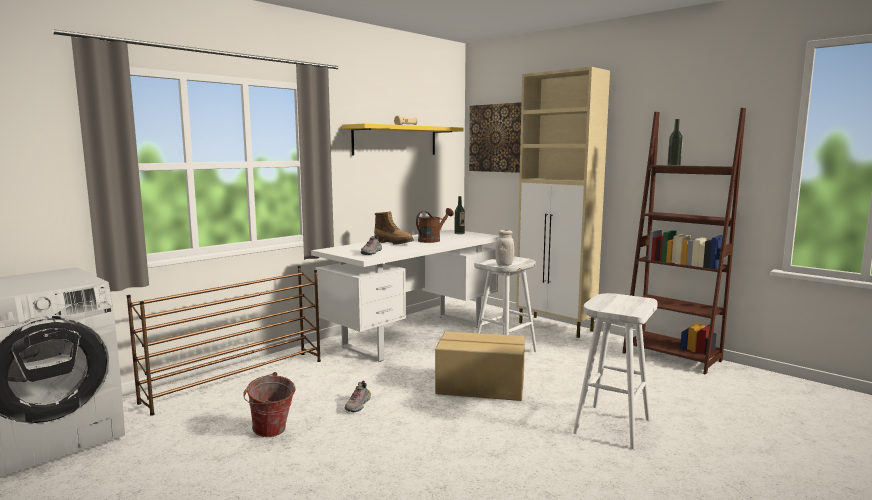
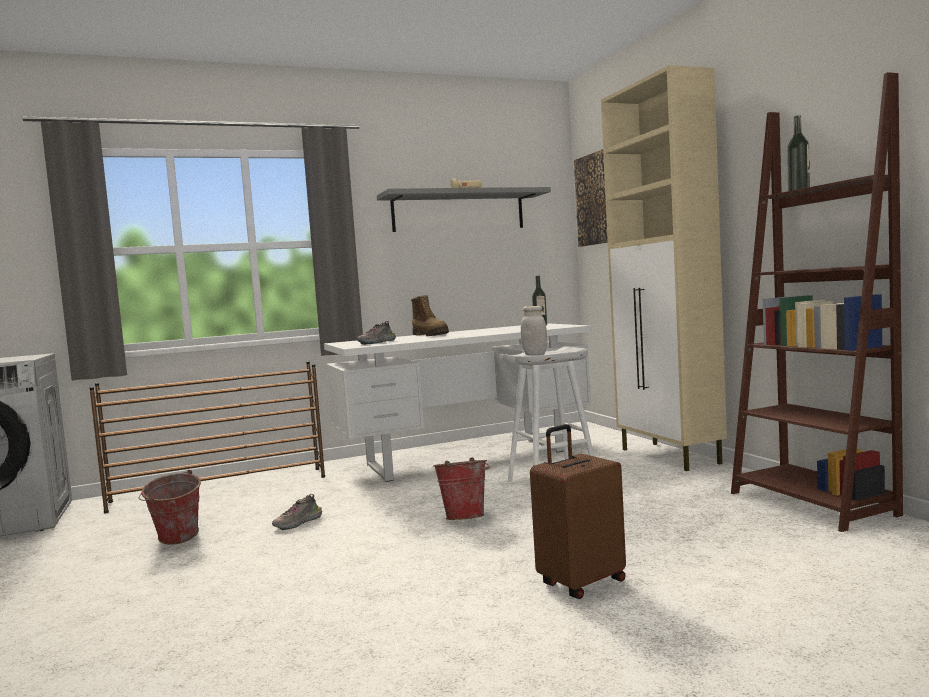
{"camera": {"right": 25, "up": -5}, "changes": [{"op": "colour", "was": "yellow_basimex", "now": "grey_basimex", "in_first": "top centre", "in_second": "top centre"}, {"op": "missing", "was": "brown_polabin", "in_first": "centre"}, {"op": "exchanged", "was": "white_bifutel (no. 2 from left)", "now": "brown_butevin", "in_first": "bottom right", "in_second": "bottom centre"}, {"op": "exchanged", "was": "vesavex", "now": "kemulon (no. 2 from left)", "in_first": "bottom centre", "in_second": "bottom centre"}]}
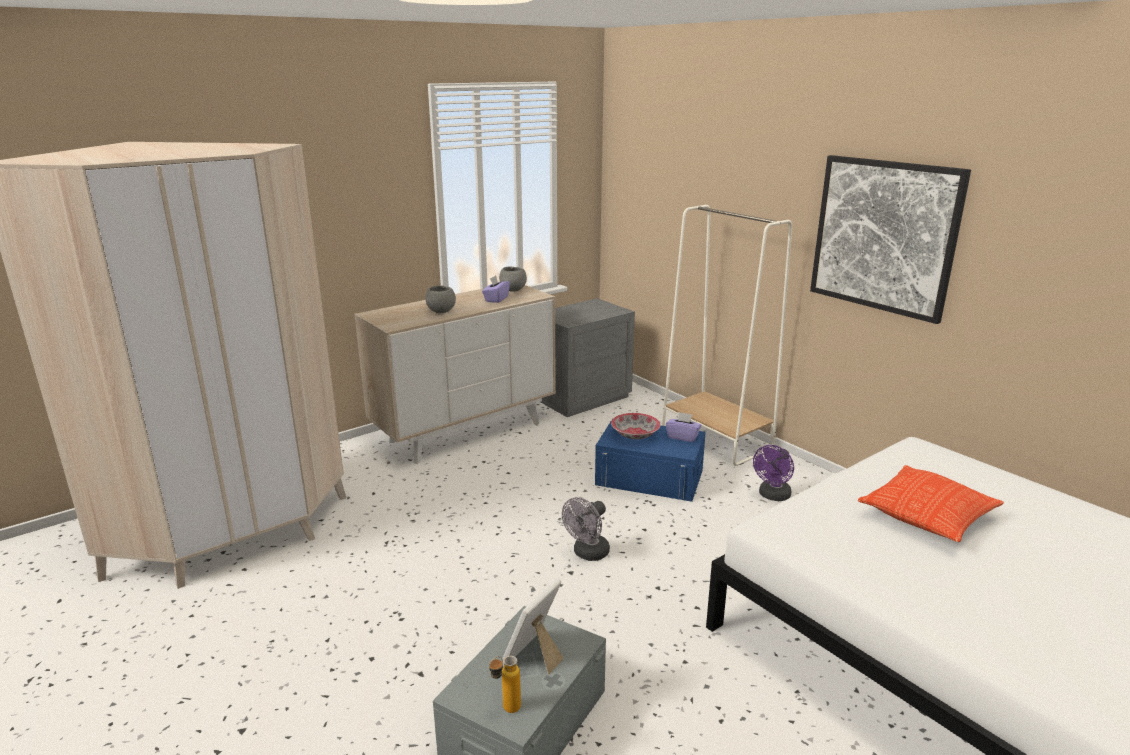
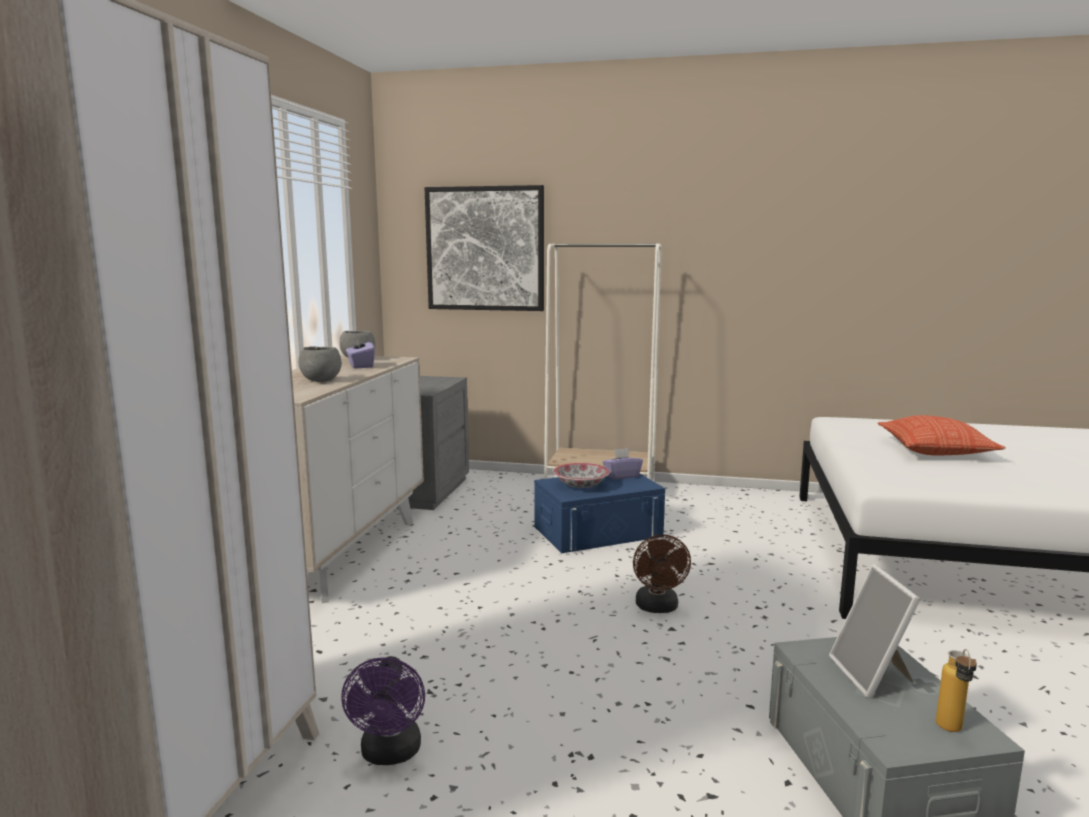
{"camera": {"right": -40, "up": -10}, "changes": [{"op": "relocated", "was": "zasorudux", "in_first": "top right", "in_second": "top centre"}, {"op": "relocated", "was": "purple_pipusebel", "in_first": "middle right", "in_second": "bottom centre"}, {"op": "colour", "was": "grey_pipusebel", "now": "brown_pipusebel", "in_first": "bottom centre", "in_second": "bottom centre"}]}
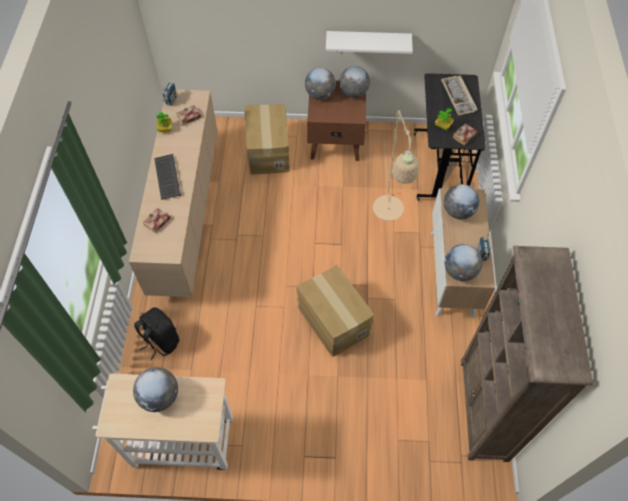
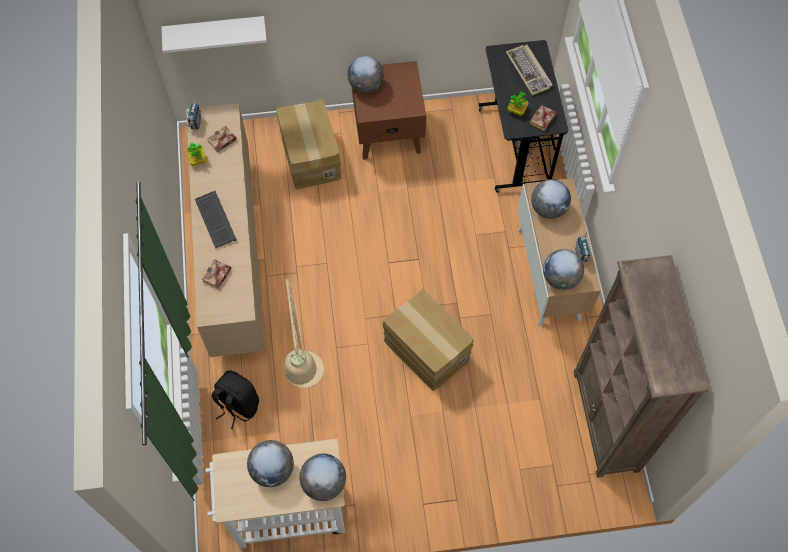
{"camera": {"right": -10, "up": 5}, "changes": [{"op": "relocated", "was": "white_basimex", "in_first": "top centre", "in_second": "top left"}, {"op": "relocated", "was": "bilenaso (no. 3 from left in the first image)", "now": "bilenaso (no. 2 from left)", "in_first": "top centre", "in_second": "bottom centre"}, {"op": "relocated", "was": "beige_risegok", "in_first": "top centre", "in_second": "centre"}]}
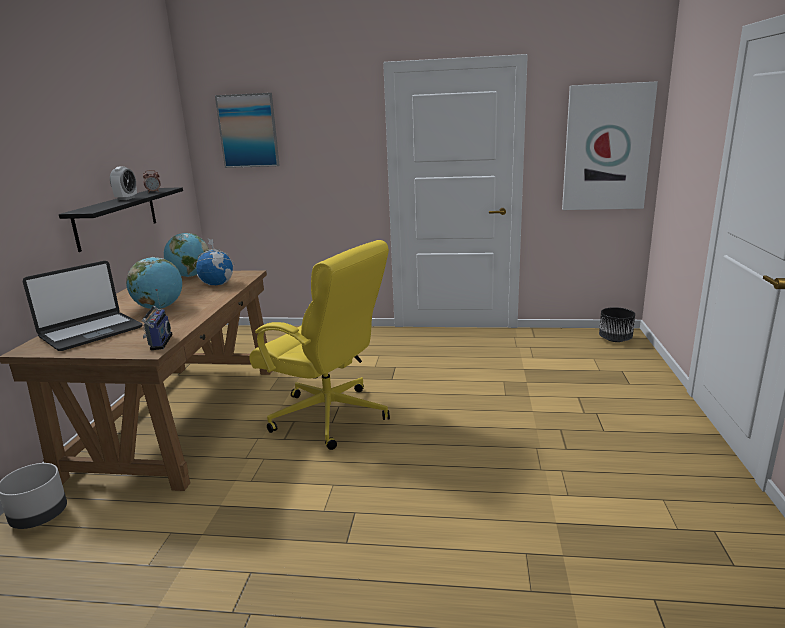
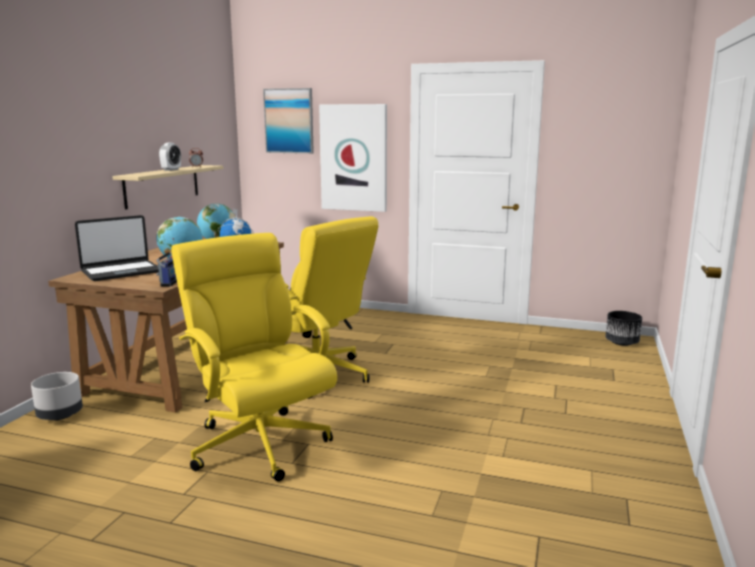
{"camera": {"right": 10, "up": -5}, "changes": [{"op": "relocated", "was": "zasorudux (no. 2 from left)", "in_first": "top right", "in_second": "top centre"}, {"op": "colour", "was": "black_basimex", "now": "beige_basimex", "in_first": "middle left", "in_second": "top left"}, {"op": "appeared", "now": "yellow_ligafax (no. 1 from left)", "in_second": "centre"}]}
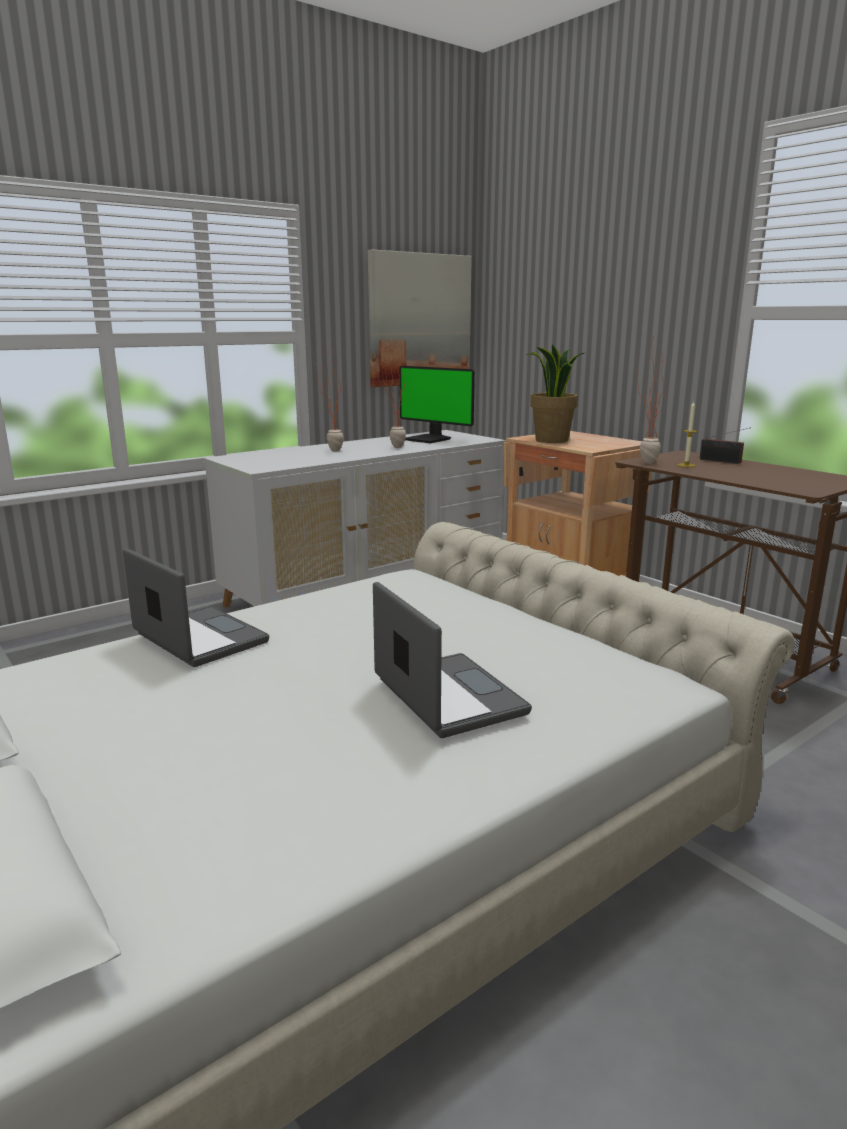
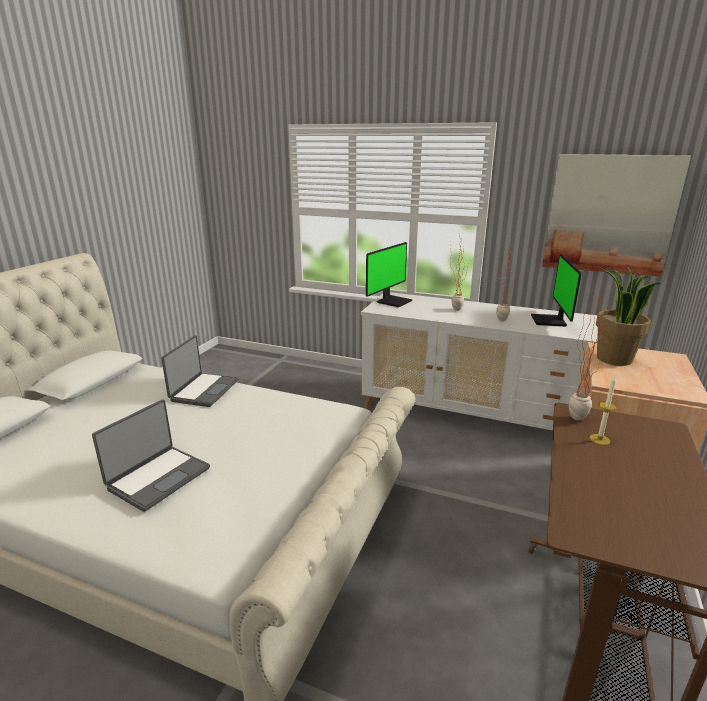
{"camera": {"right": 60, "up": 5}, "changes": [{"op": "missing", "was": "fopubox", "in_first": "middle right"}, {"op": "appeared", "now": "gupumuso (no. 1 from left)", "in_second": "centre"}]}
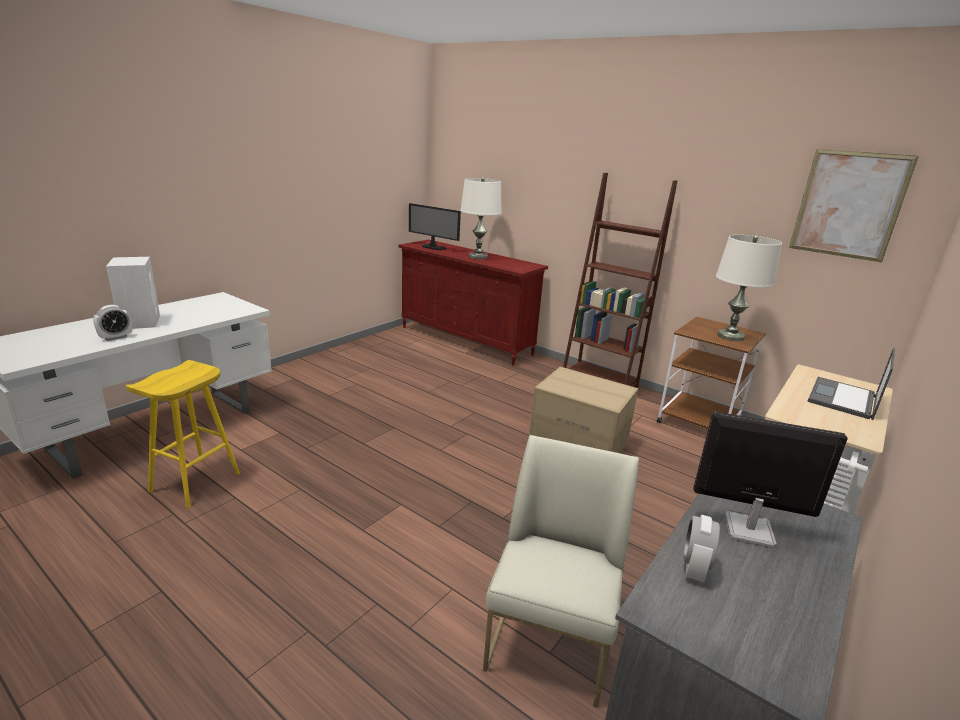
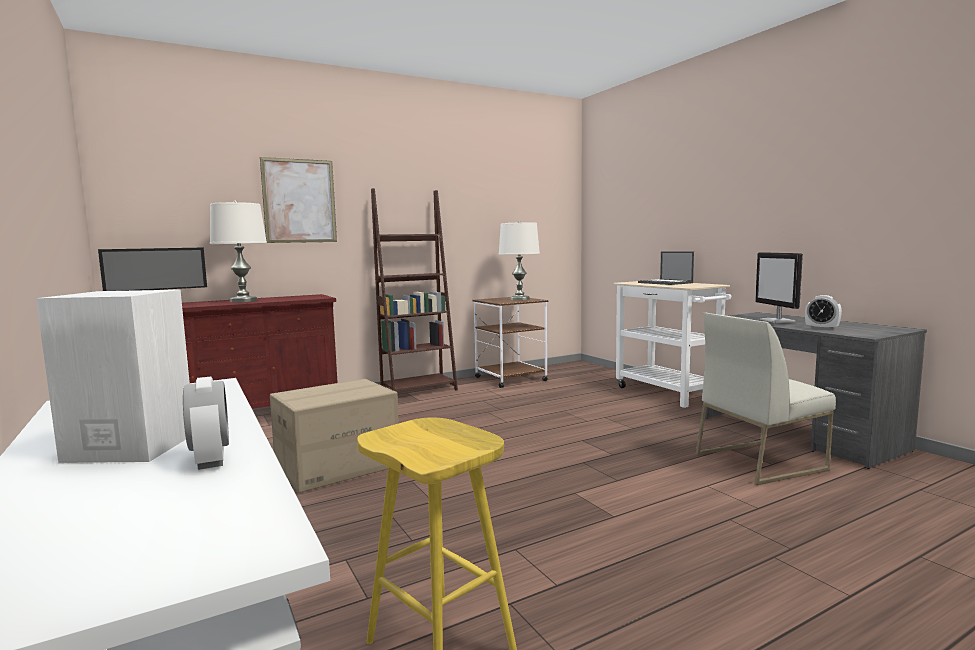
{"camera": {"right": -65, "up": -15}, "changes": [{"op": "relocated", "was": "zasorudux", "in_first": "top right", "in_second": "top left"}, {"op": "relocated", "was": "vesavex", "in_first": "centre", "in_second": "bottom centre"}, {"op": "spun", "was": "gupumuso (no. 2 from left)", "in_first": "bottom right", "in_second": "middle right", "clockwise": -45}, {"op": "spun", "was": "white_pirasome", "in_first": "bottom centre", "in_second": "middle right", "clockwise": -60}]}
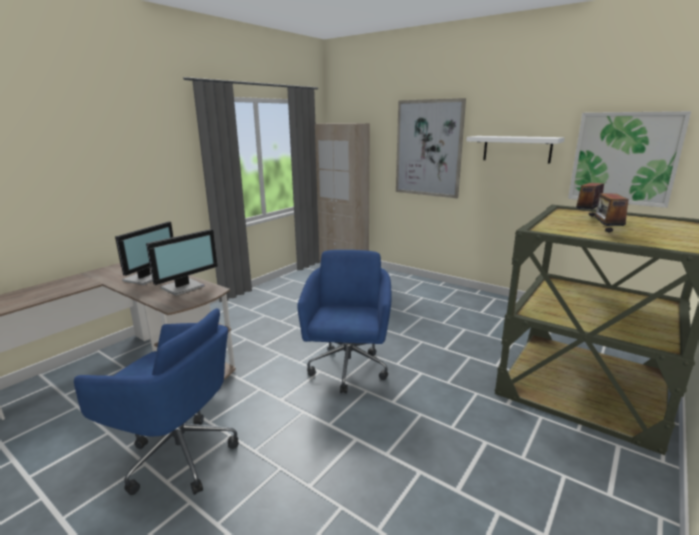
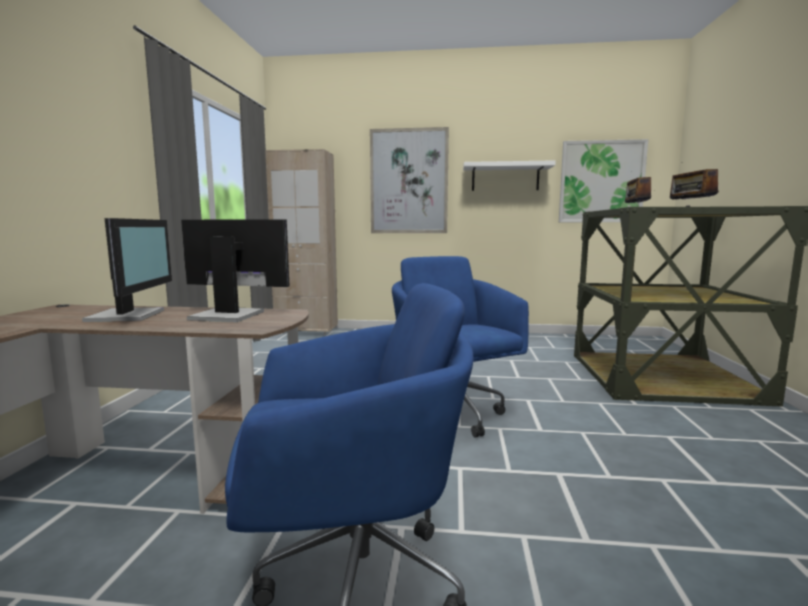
{"camera": {"right": -30, "up": -10}, "changes": [{"op": "spun", "was": "gupumuso (no. 2 from left)", "in_first": "middle left", "in_second": "middle left", "clockwise": -90}]}
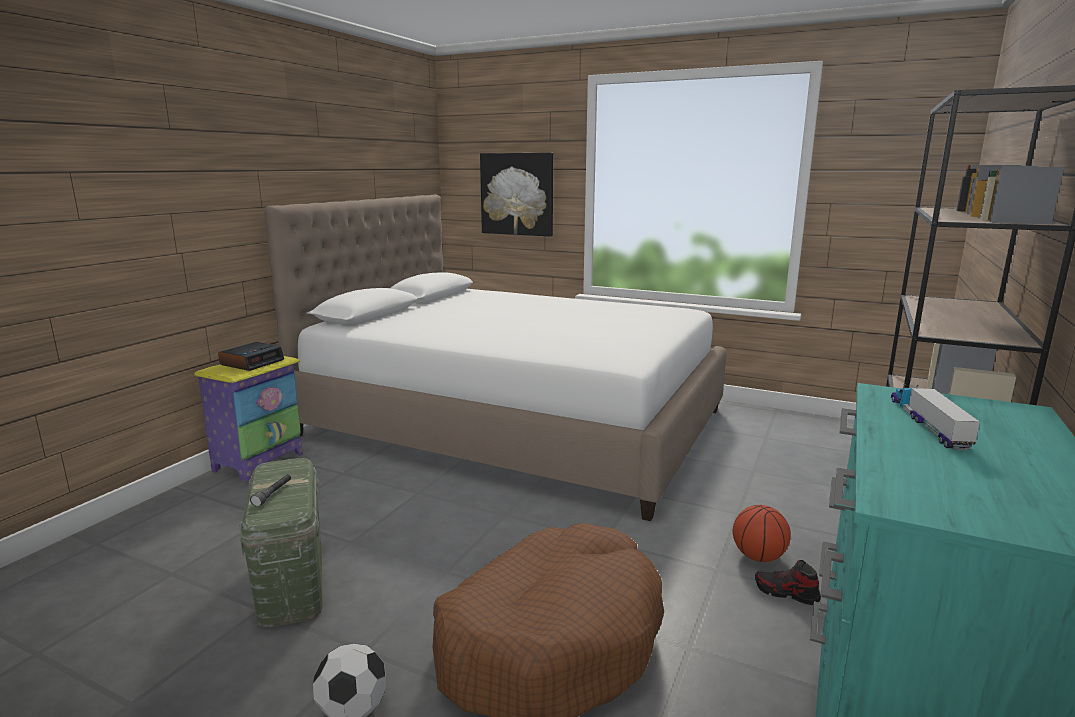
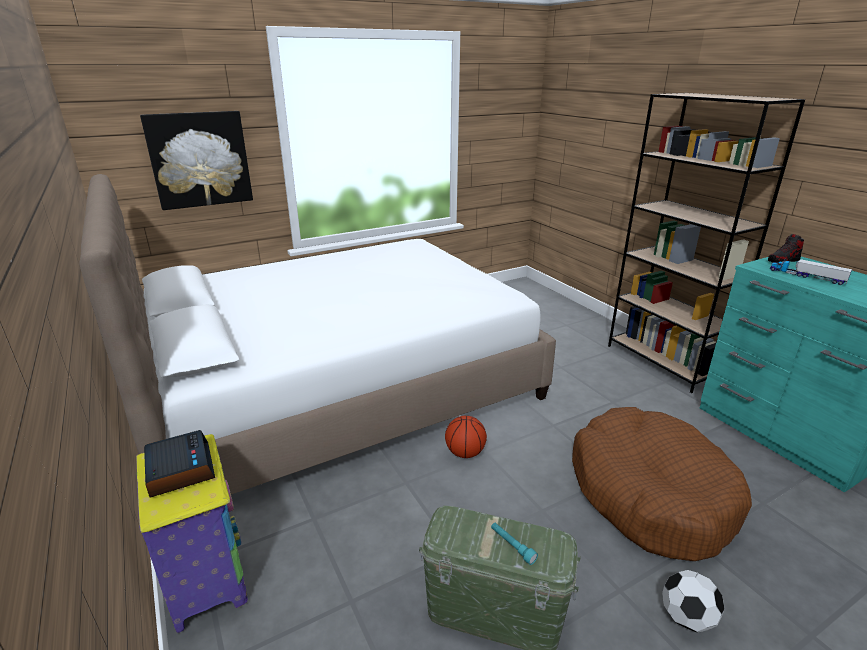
{"camera": {"right": -55, "up": 10}, "changes": [{"op": "colour", "was": "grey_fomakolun", "now": "turquoise_fomakolun", "in_first": "bottom left", "in_second": "bottom centre"}, {"op": "relocated", "was": "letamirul", "in_first": "bottom right", "in_second": "bottom centre"}, {"op": "relocated", "was": "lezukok", "in_first": "bottom right", "in_second": "middle right"}]}
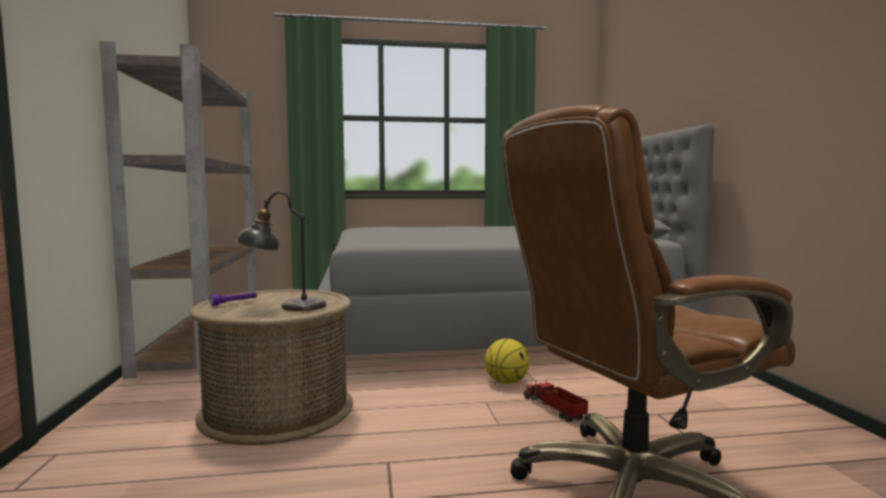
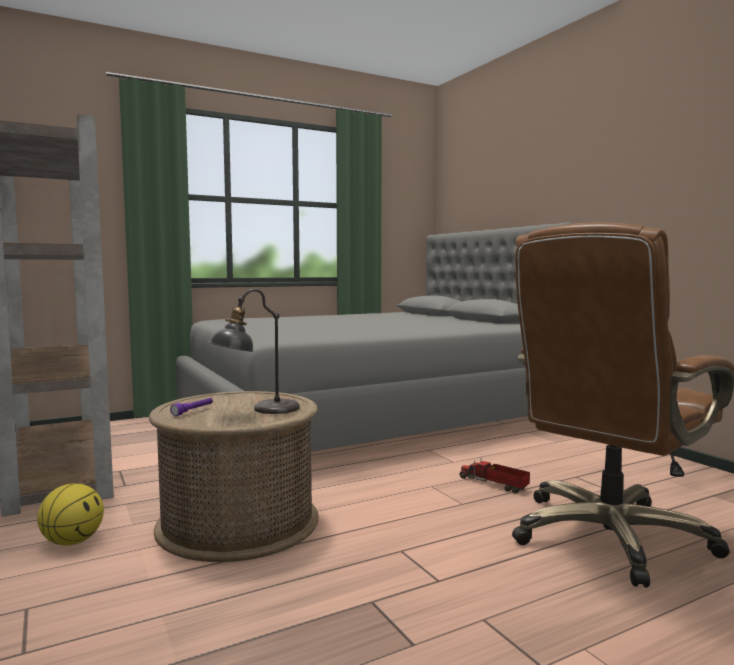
{"camera": {"right": -20, "up": 0}, "changes": [{"op": "relocated", "was": "letamirul", "in_first": "bottom centre", "in_second": "bottom left"}]}
